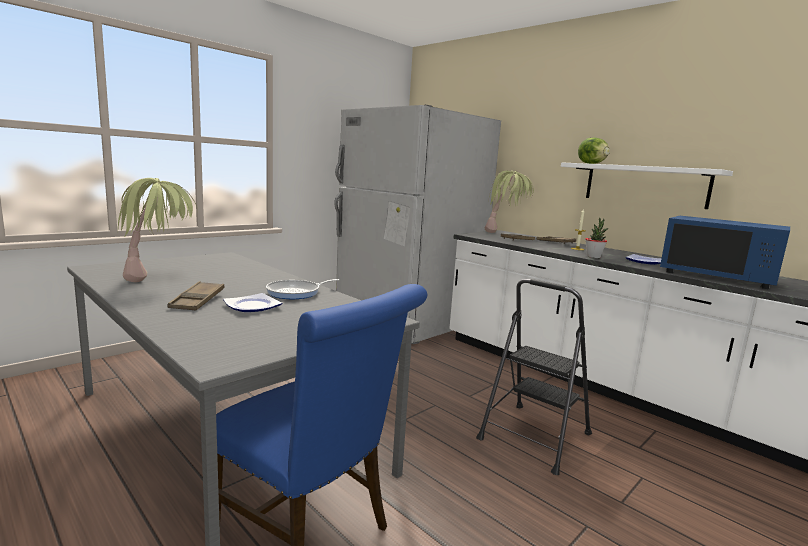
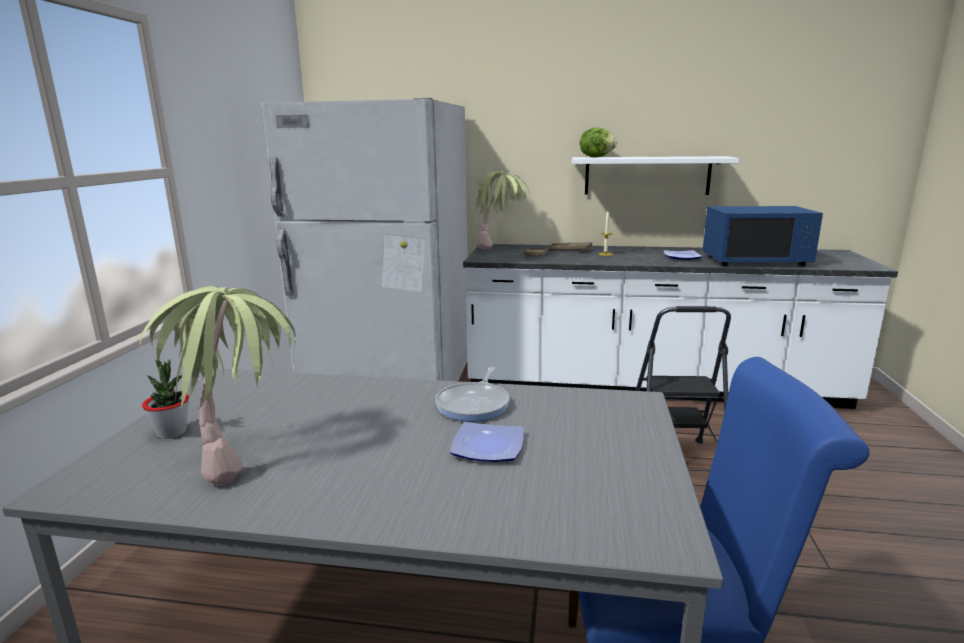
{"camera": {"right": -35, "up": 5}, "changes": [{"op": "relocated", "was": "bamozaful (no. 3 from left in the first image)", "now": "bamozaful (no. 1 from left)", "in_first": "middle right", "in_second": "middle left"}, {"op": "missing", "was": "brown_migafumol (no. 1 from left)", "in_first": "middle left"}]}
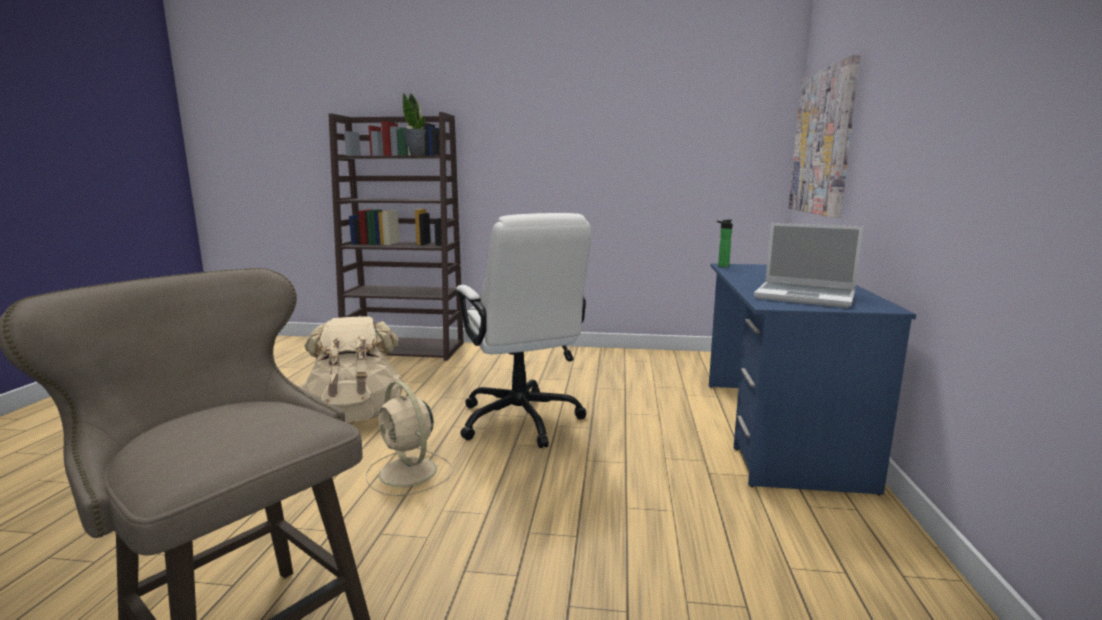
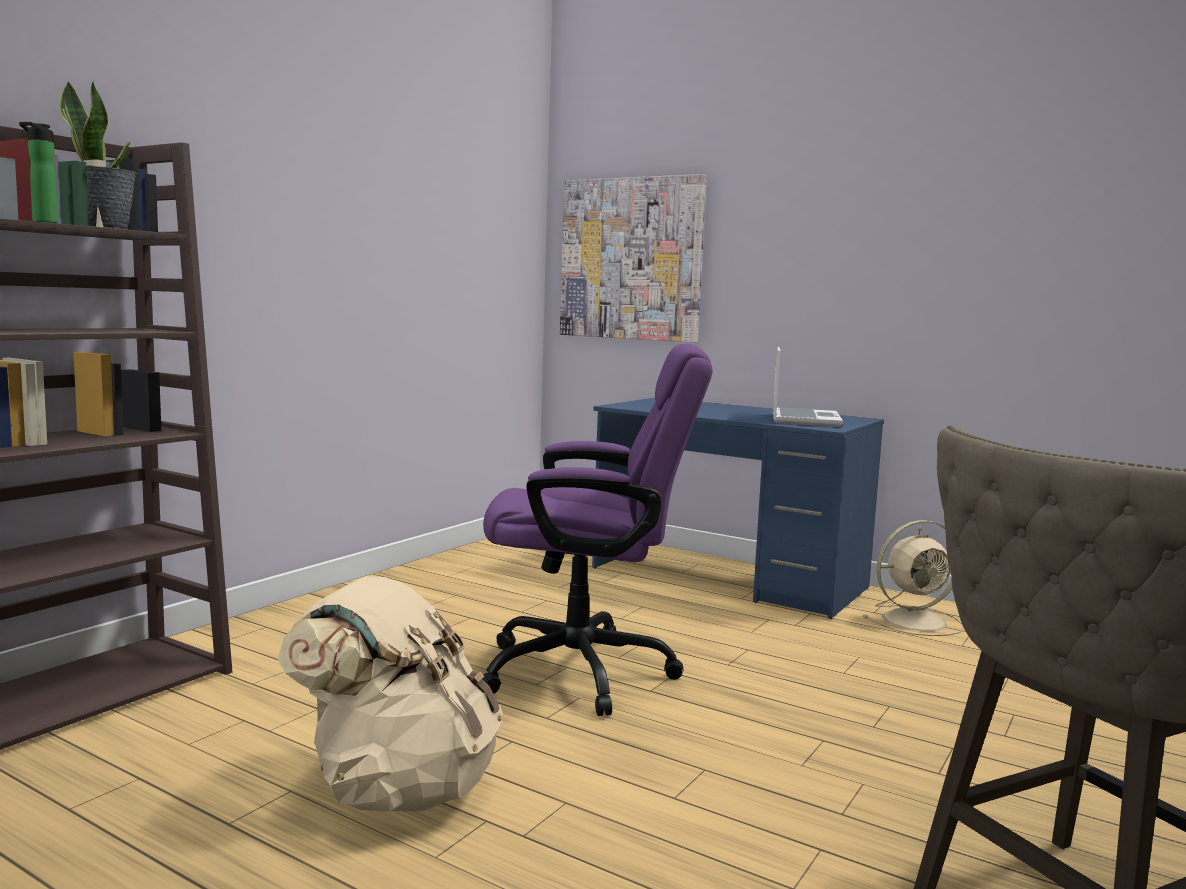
{"camera": {"right": -65, "up": -5}, "changes": [{"op": "colour", "was": "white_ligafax", "now": "purple_ligafax", "in_first": "centre", "in_second": "centre"}, {"op": "relocated", "was": "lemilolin", "in_first": "centre", "in_second": "top left"}, {"op": "spun", "was": "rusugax", "in_first": "middle right", "in_second": "middle right", "clockwise": -45}, {"op": "relocated", "was": "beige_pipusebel", "in_first": "bottom centre", "in_second": "middle right"}]}
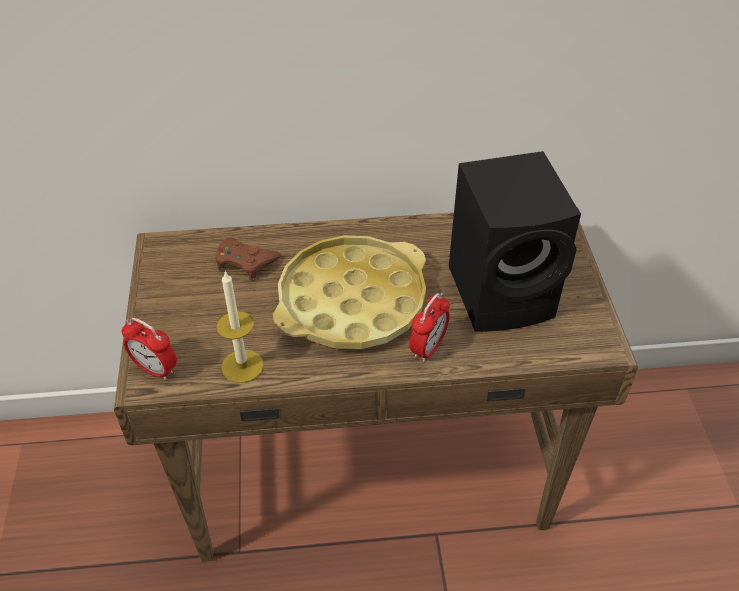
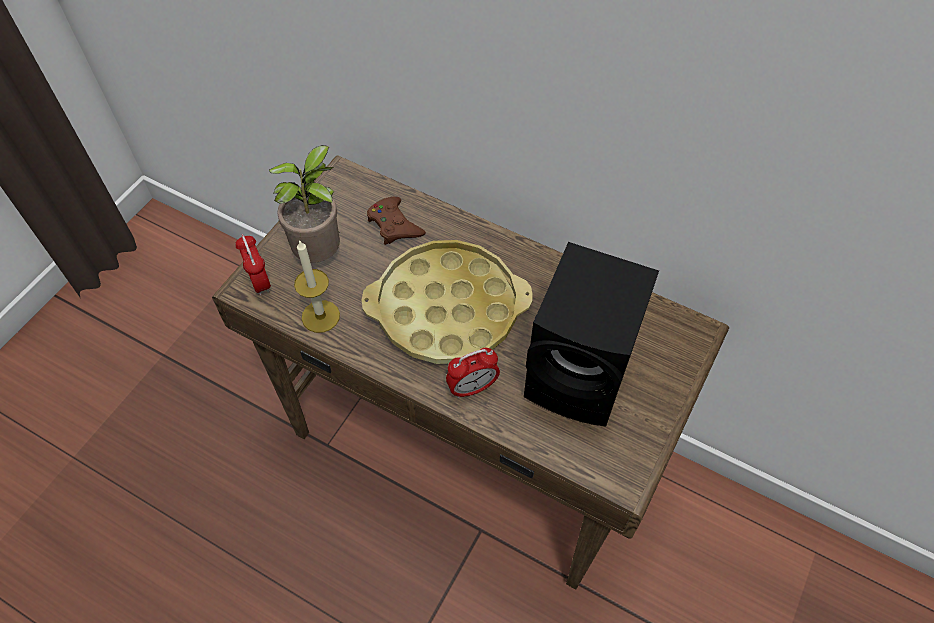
{"camera": {"right": 35, "up": 10}, "changes": [{"op": "appeared", "now": "bamozaful", "in_second": "top left"}]}
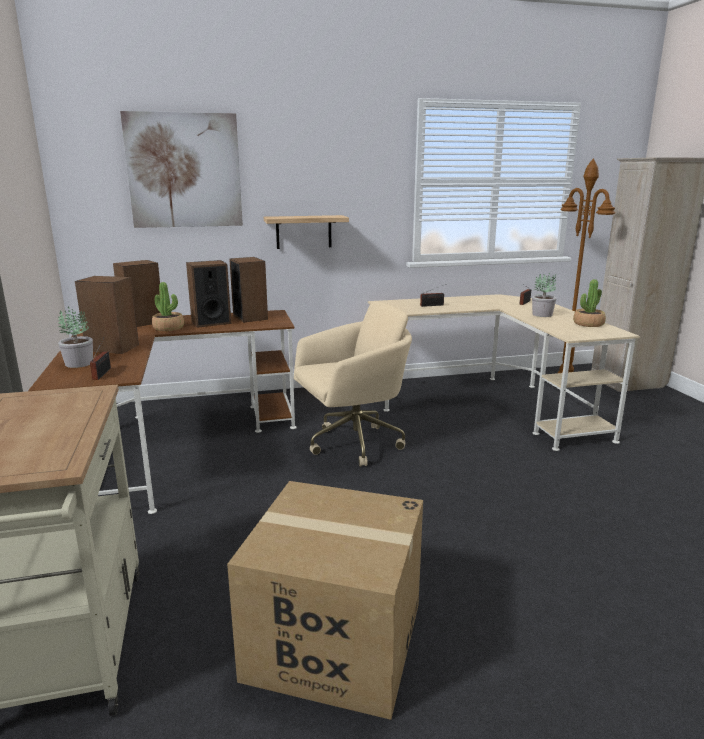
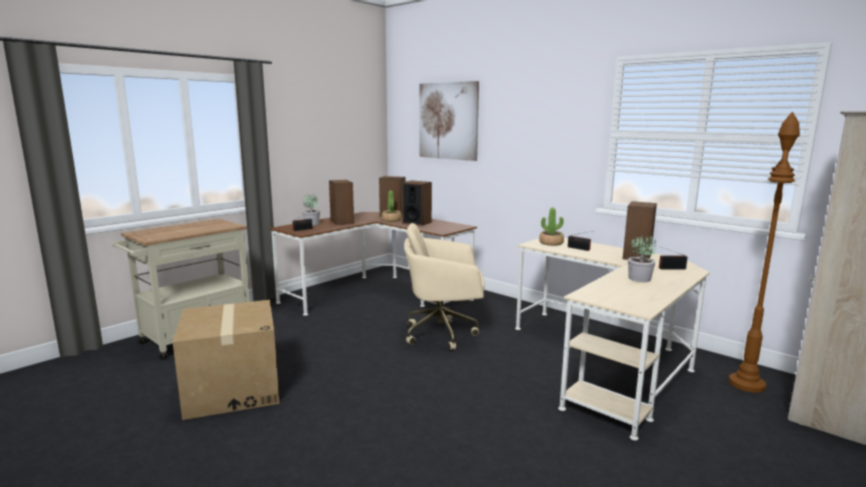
{"camera": {"right": 55, "up": -5}, "changes": [{"op": "missing", "was": "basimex", "in_first": "top centre"}, {"op": "relocated", "was": "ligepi (no. 4 from left)", "in_first": "centre", "in_second": "middle right"}, {"op": "relocated", "was": "bamozaful (no. 4 from left in the first image)", "now": "bamozaful (no. 3 from left)", "in_first": "middle right", "in_second": "centre"}, {"op": "spun", "was": "beige_ligafax", "in_first": "centre", "in_second": "centre", "clockwise": 150}]}
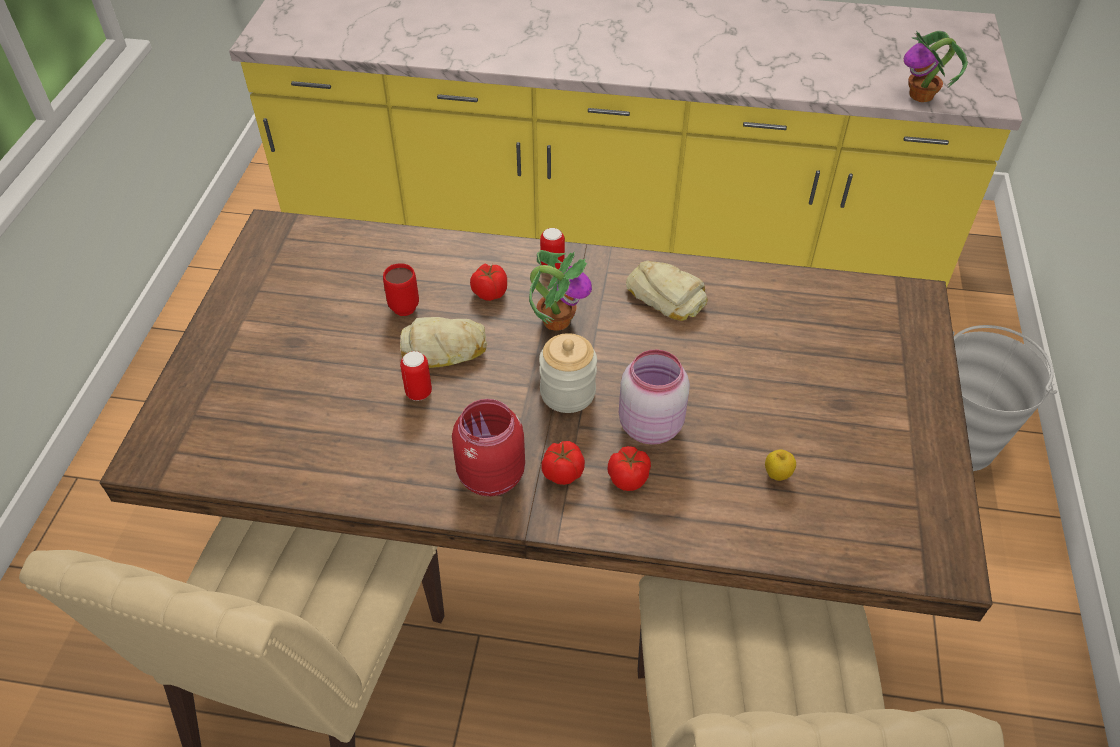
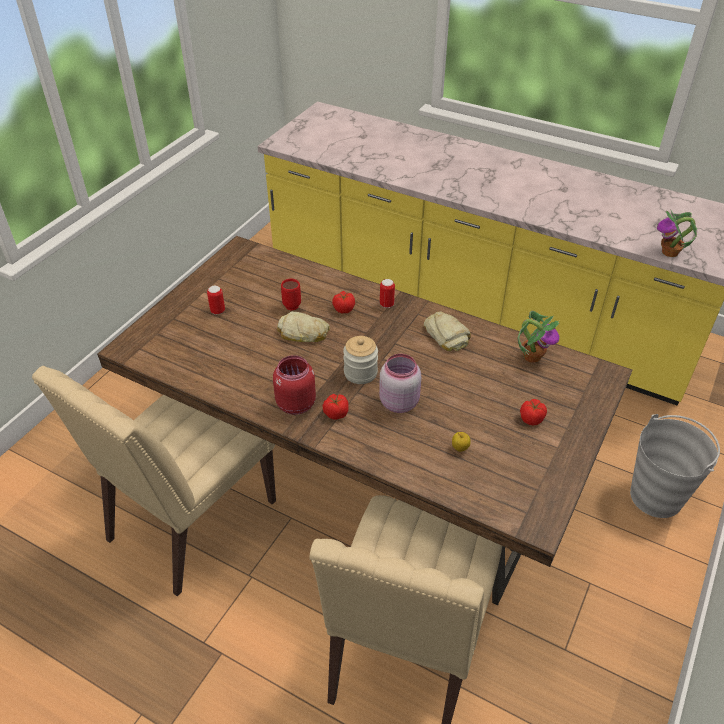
{"camera": {"right": 20, "up": -5}, "changes": [{"op": "relocated", "was": "bamozaful (no. 1 from left)", "in_first": "centre", "in_second": "middle right"}, {"op": "relocated", "was": "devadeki (no. 1 from left)", "in_first": "centre", "in_second": "middle left"}, {"op": "relocated", "was": "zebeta (no. 3 from left)", "in_first": "centre", "in_second": "middle right"}]}
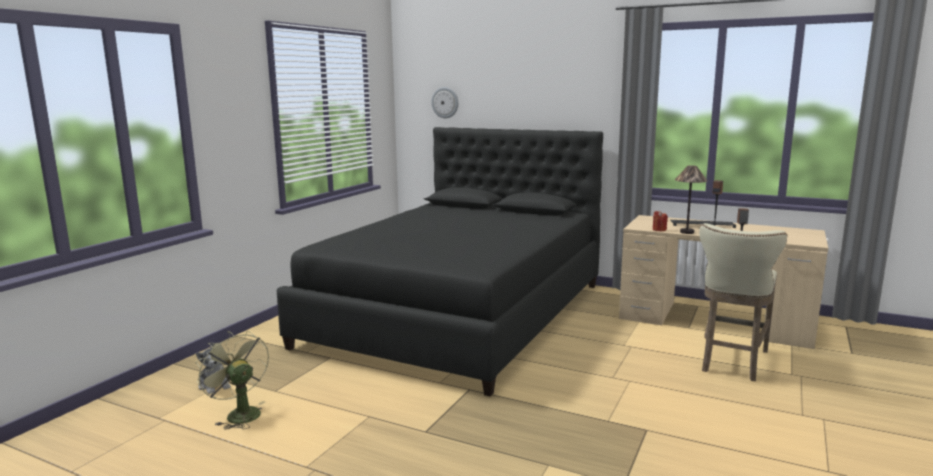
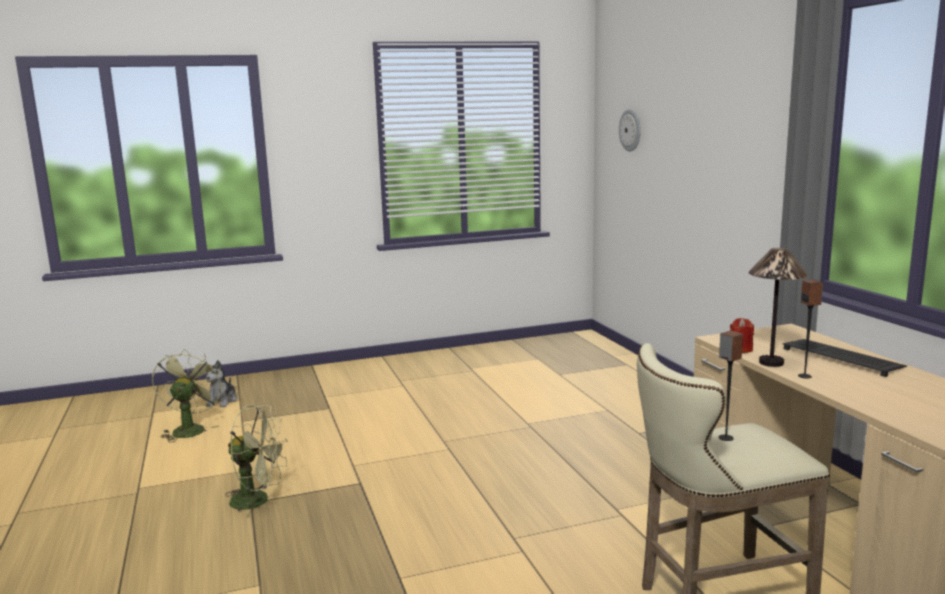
{"camera": {"right": 45, "up": 0}, "changes": [{"op": "missing", "was": "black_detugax", "in_first": "centre"}, {"op": "appeared", "now": "green_pipusebel (no. 2 from left)", "in_second": "bottom left"}]}
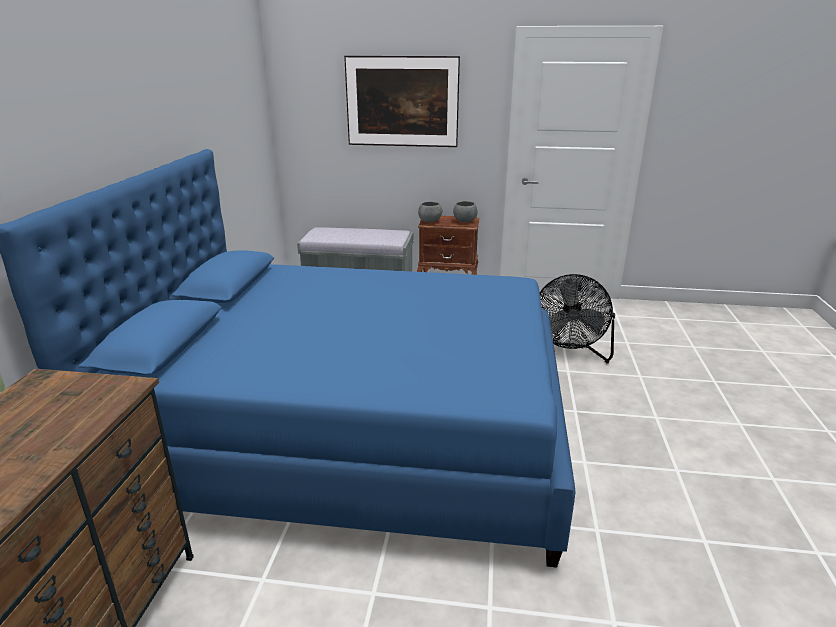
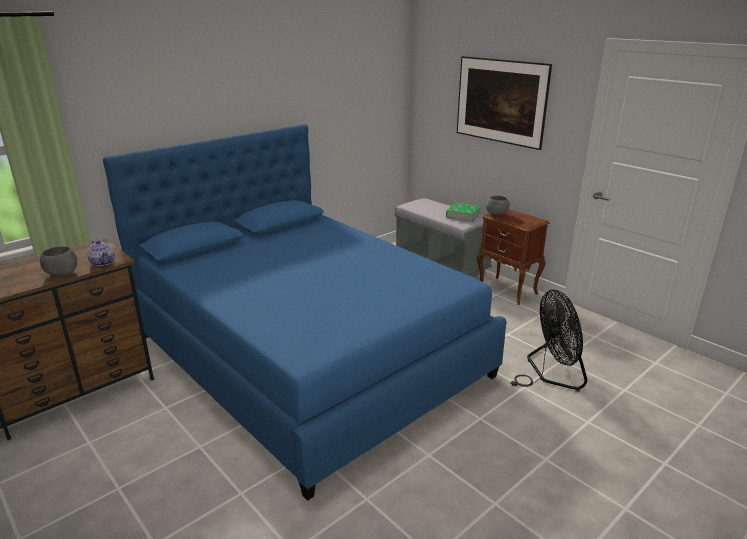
{"camera": {"right": 40, "up": 0}, "changes": [{"op": "relocated", "was": "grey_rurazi (no. 2 from left in the first image)", "now": "grey_rurazi (no. 1 from left)", "in_first": "centre", "in_second": "middle left"}, {"op": "spun", "was": "black_pipusebel", "in_first": "middle right", "in_second": "middle right", "clockwise": -150}, {"op": "appeared", "now": "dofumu", "in_second": "centre"}, {"op": "appeared", "now": "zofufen", "in_second": "middle left"}]}
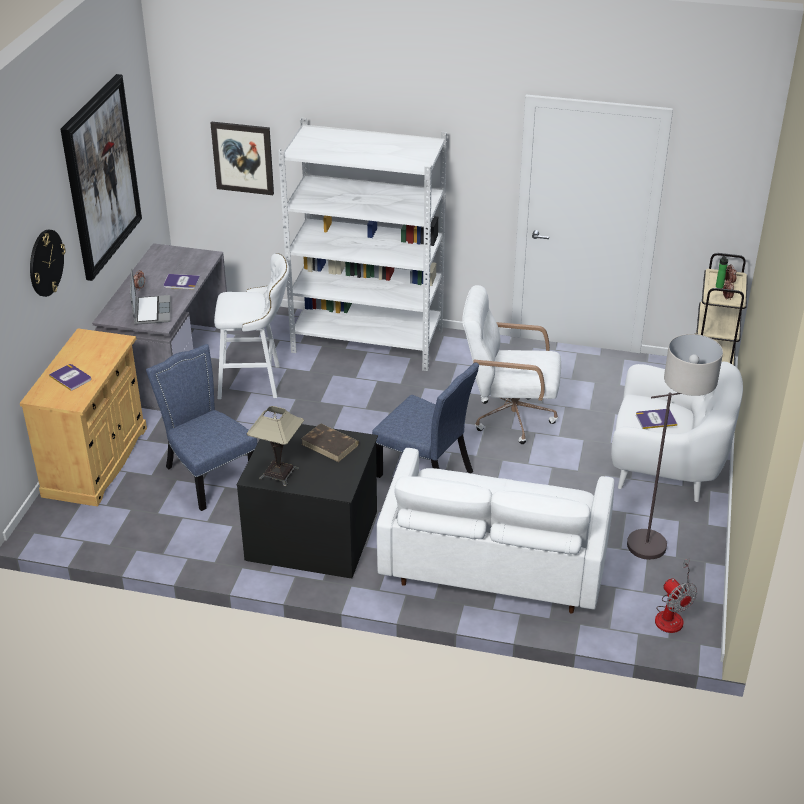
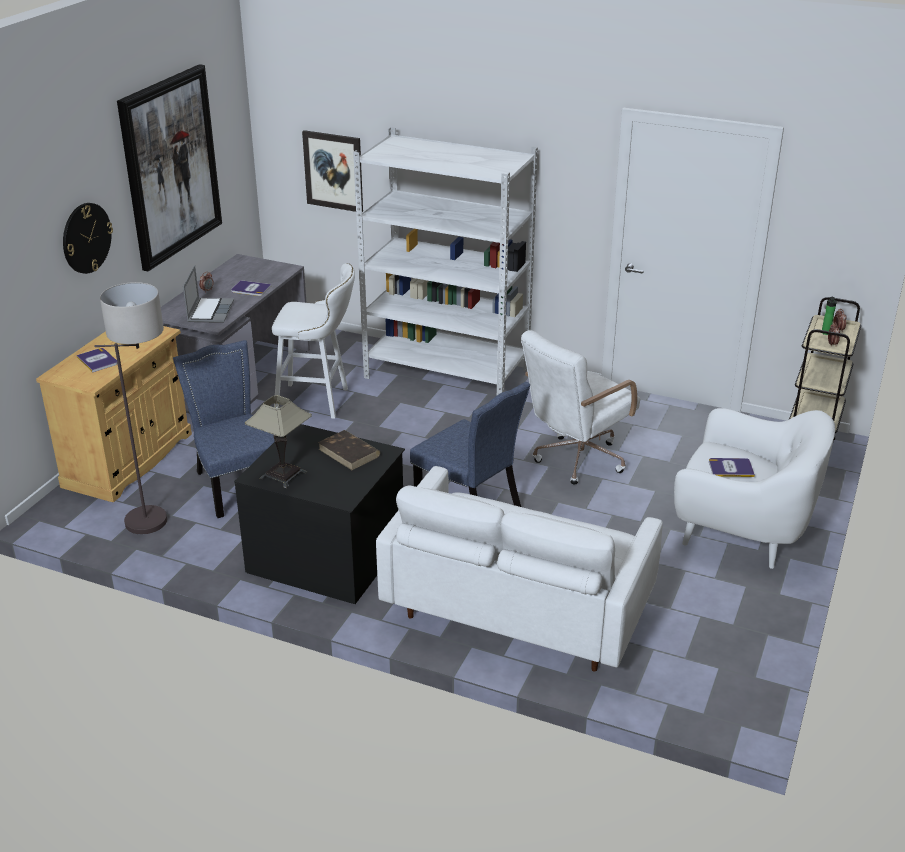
{"camera": {"right": 10, "up": -5}, "changes": [{"op": "spun", "was": "white_ligafax", "in_first": "centre", "in_second": "centre", "clockwise": -60}, {"op": "relocated", "was": "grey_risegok", "in_first": "middle right", "in_second": "middle left"}, {"op": "missing", "was": "pipusebel", "in_first": "bottom right"}]}
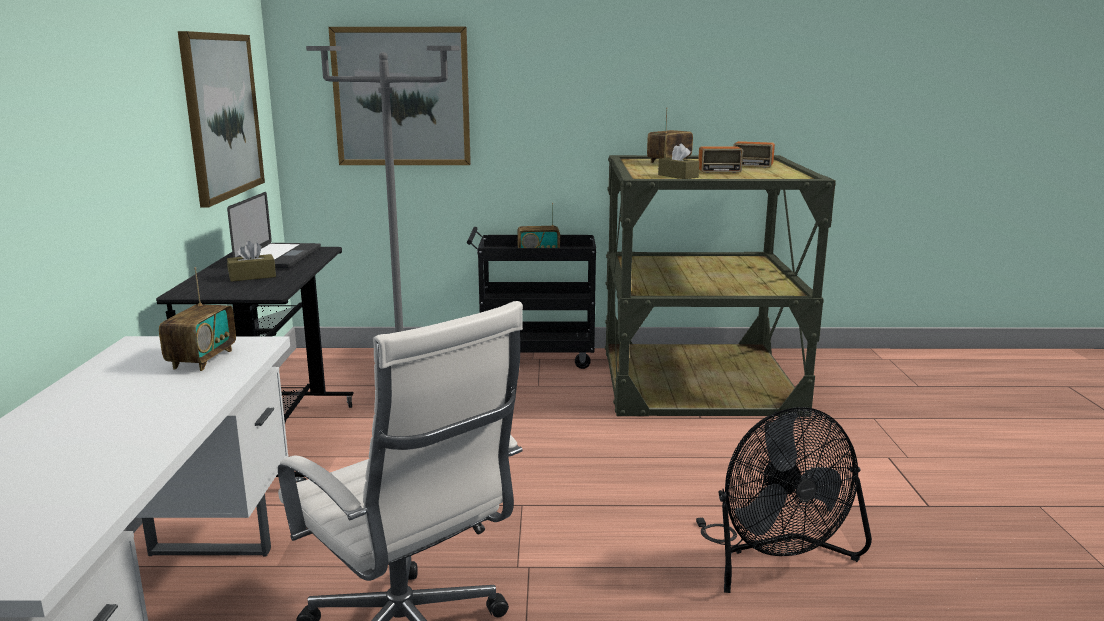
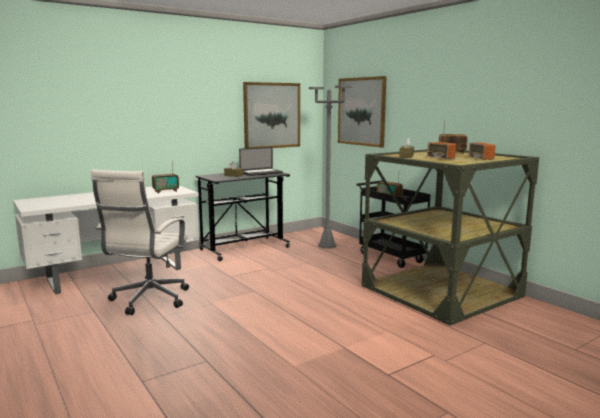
{"camera": {"right": 55, "up": -5}, "changes": [{"op": "missing", "was": "black_pipusebel", "in_first": "bottom right"}]}
